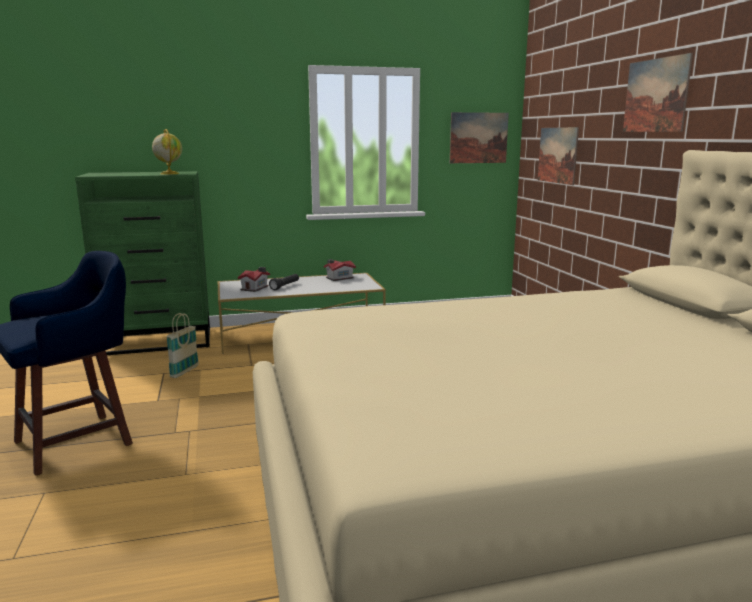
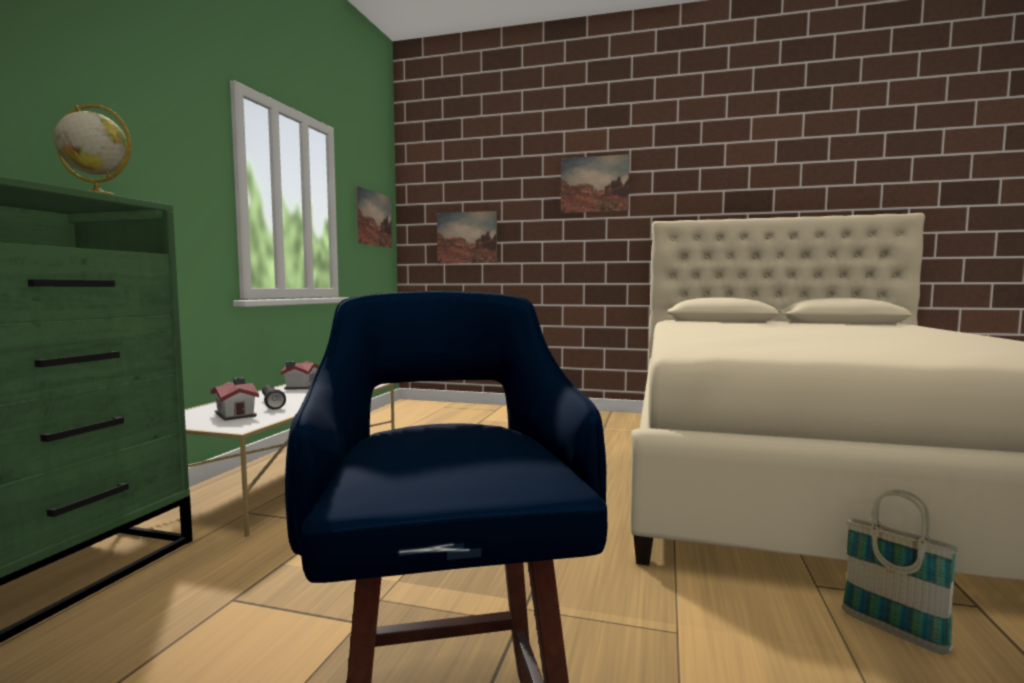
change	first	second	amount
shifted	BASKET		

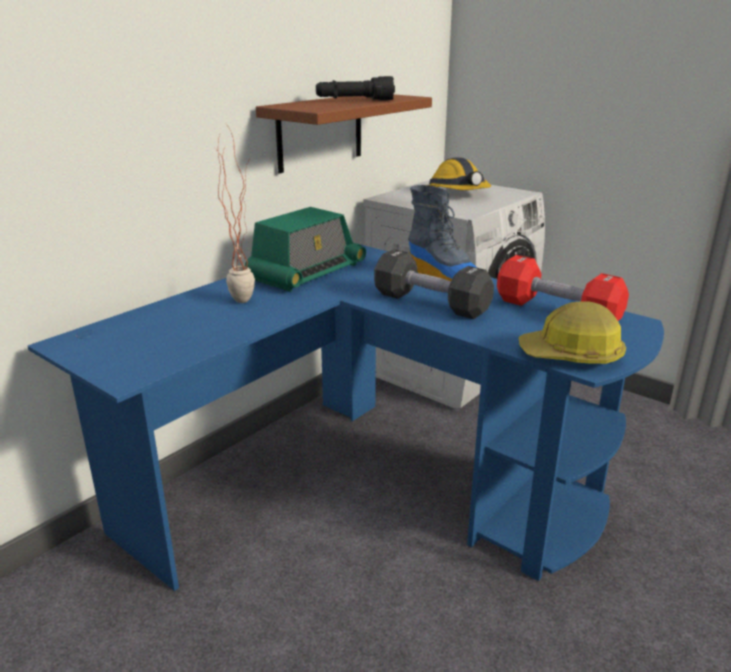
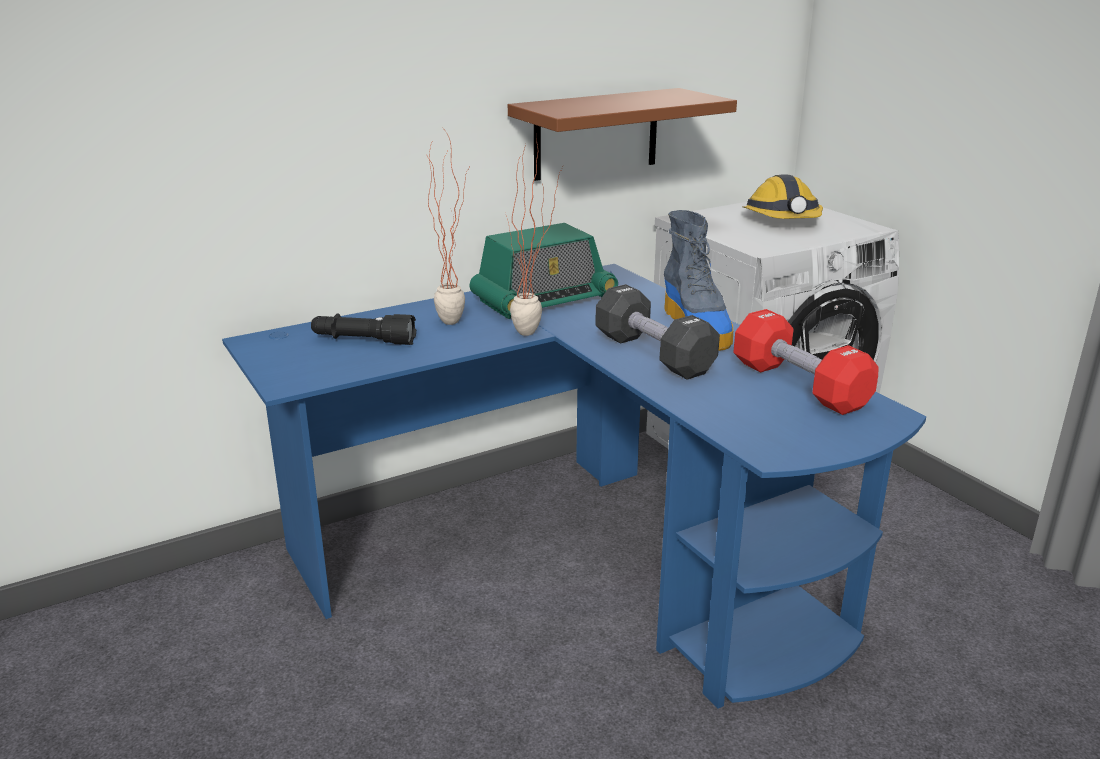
change	first	second	amount
gone	WORK HELMET (no. 2 from left)		
new		HOUSEPLANT (no. 2 from left)	
shifted	BLACK-COLOURED TORCH		

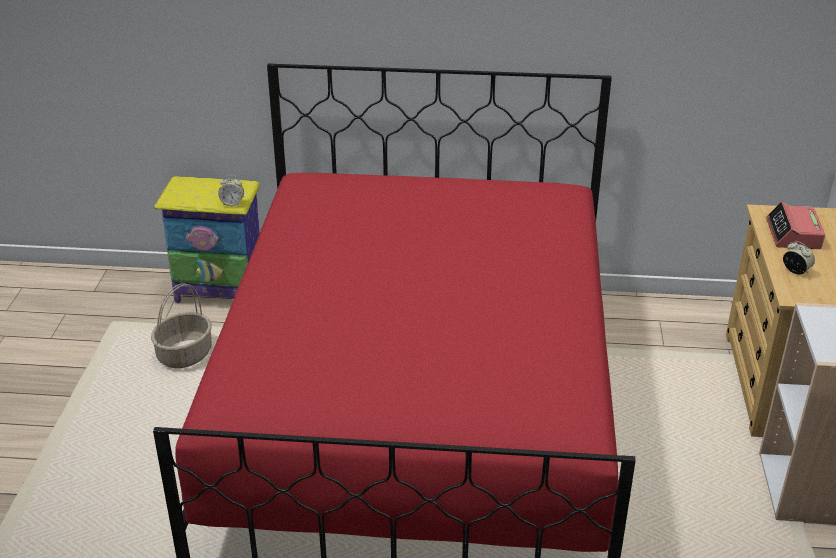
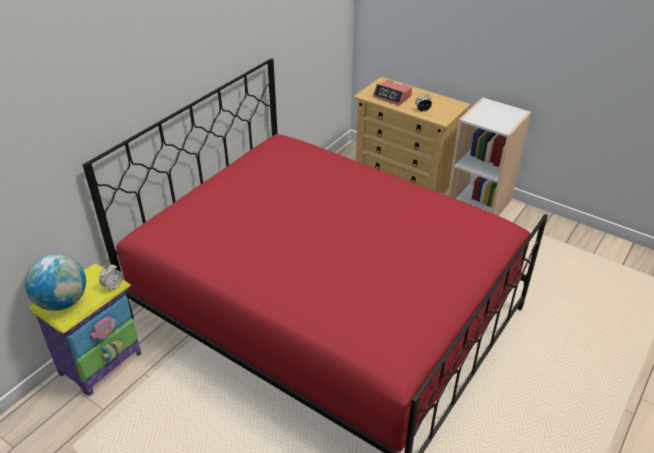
change	first	second	amount
gone	BASKET		
new		GLOBE	

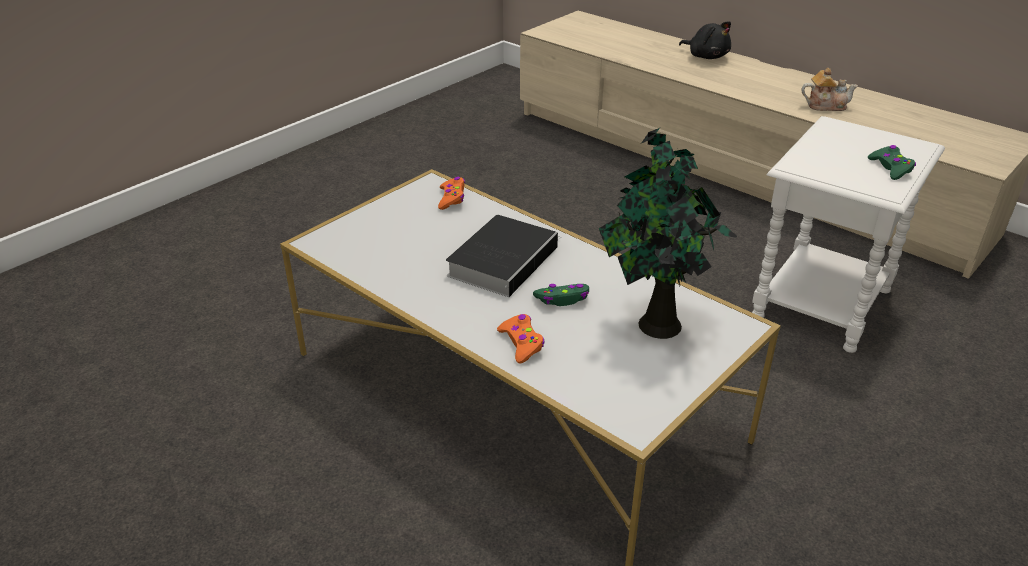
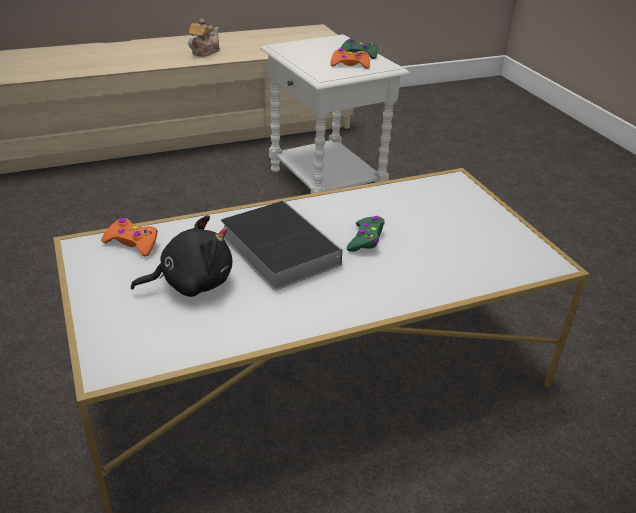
change	first	second	amount
gone	HOUSEPLANT		
shifted	ORANGEY GAMEPAD (no. 2 from left)		
shifted	BLACK-COLOURED PLUSH TOY		

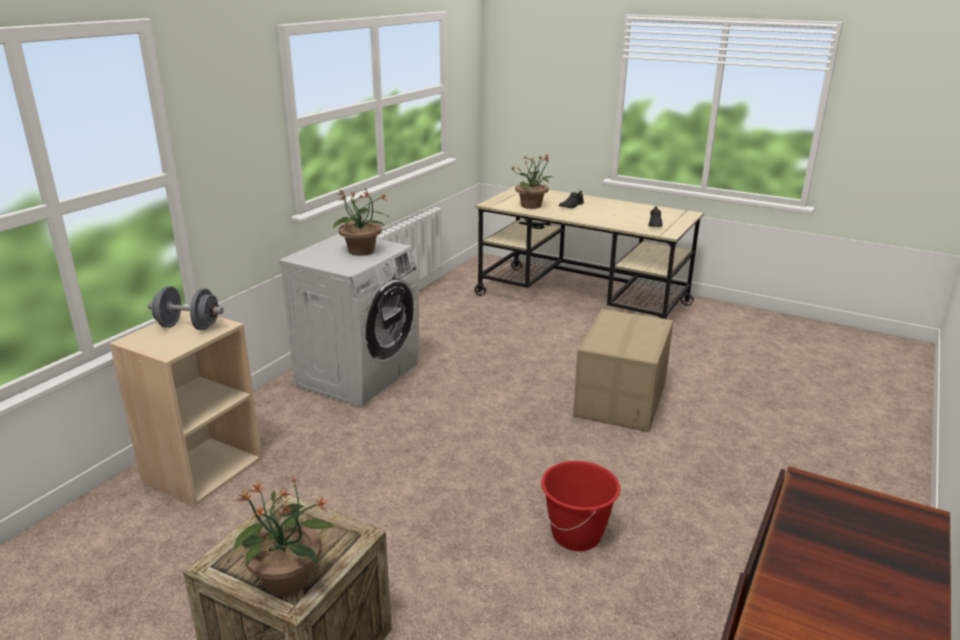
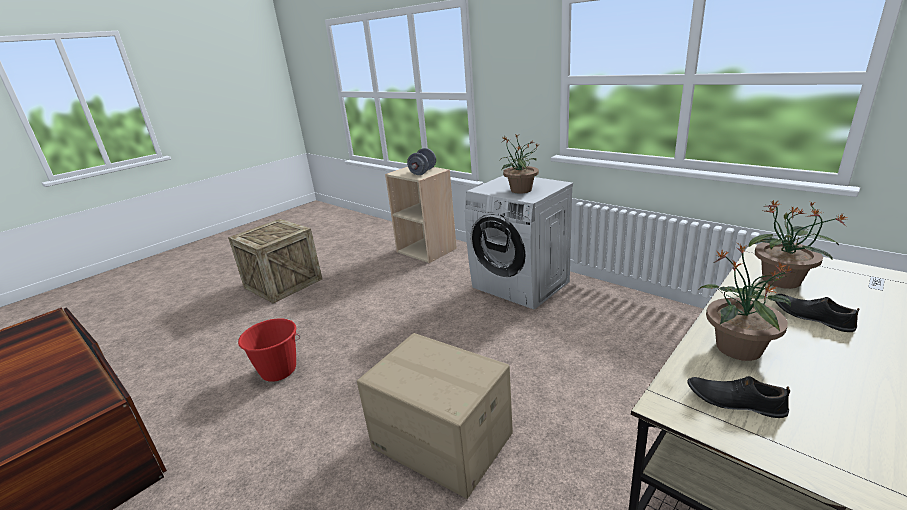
change	first	second	amount
shifted	HOUSEPLANT (no. 1 from left in the first image)	HOUSEPLANT (no. 2 from left)	

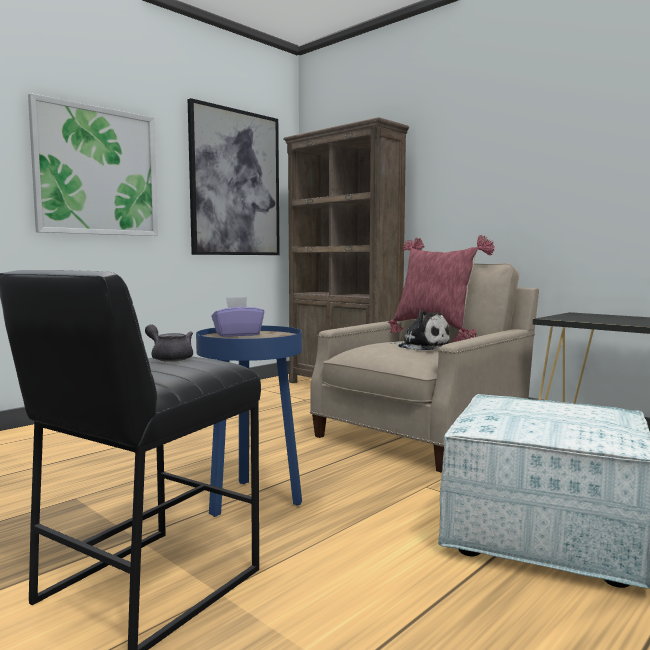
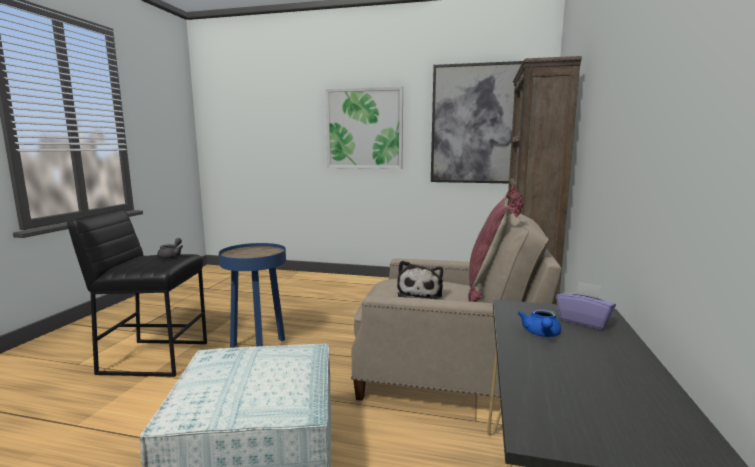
change	first	second	amount
new		BLUE TEA POT	
shifted	PURPLE TISSUE HOLDER		

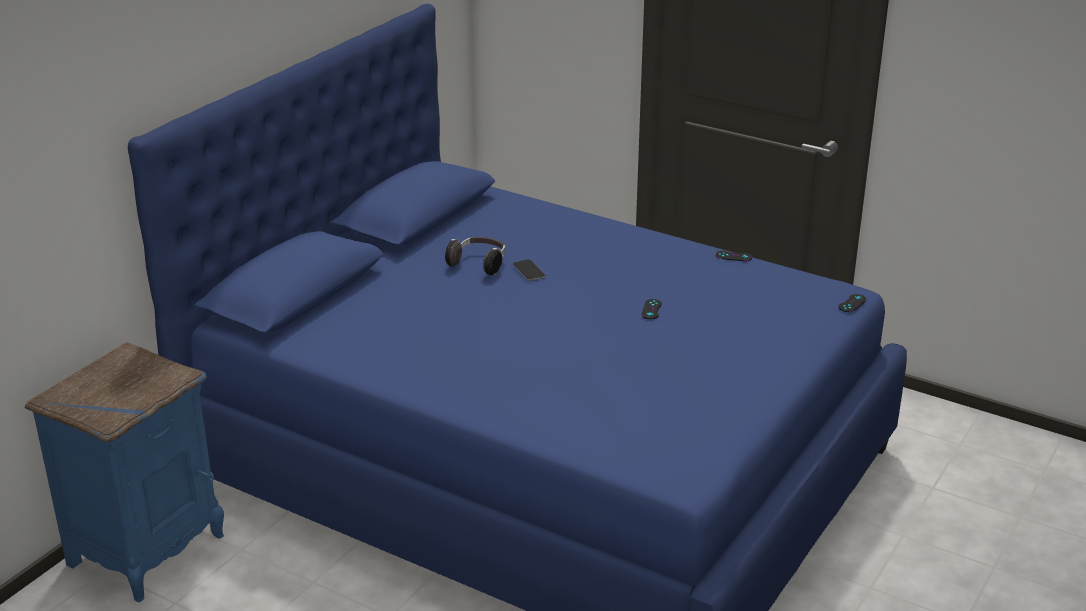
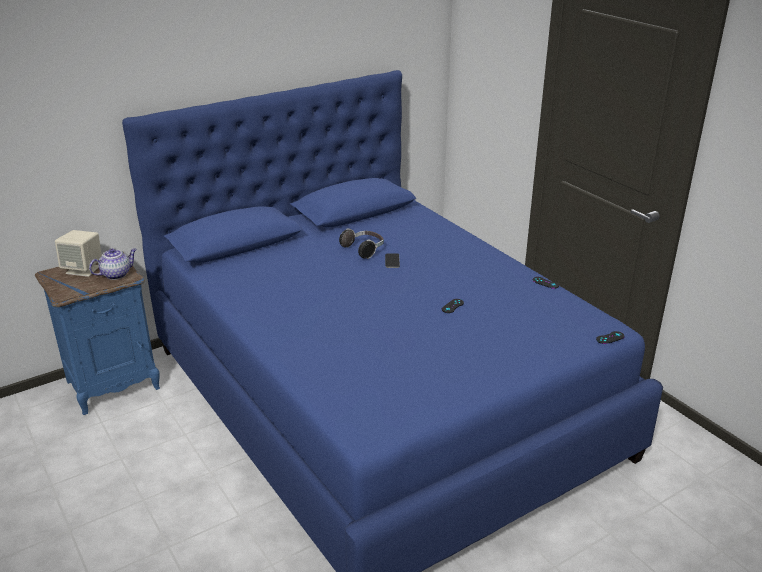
change	first	second	amount
new		BEIGE SPEAKER	
new		TEA POT	

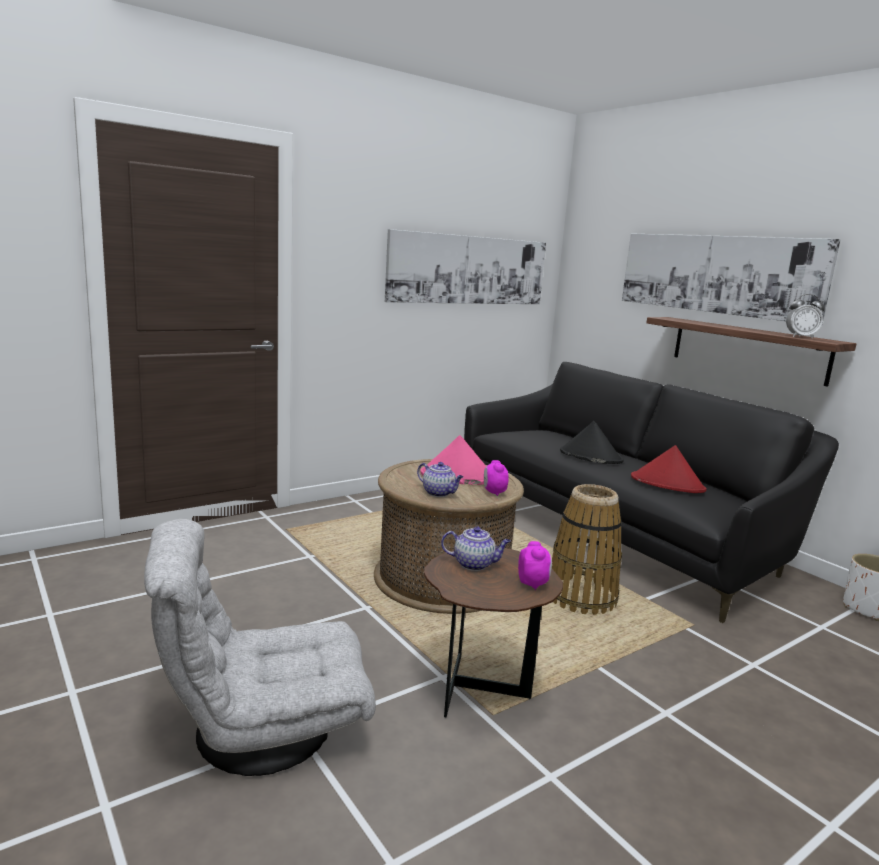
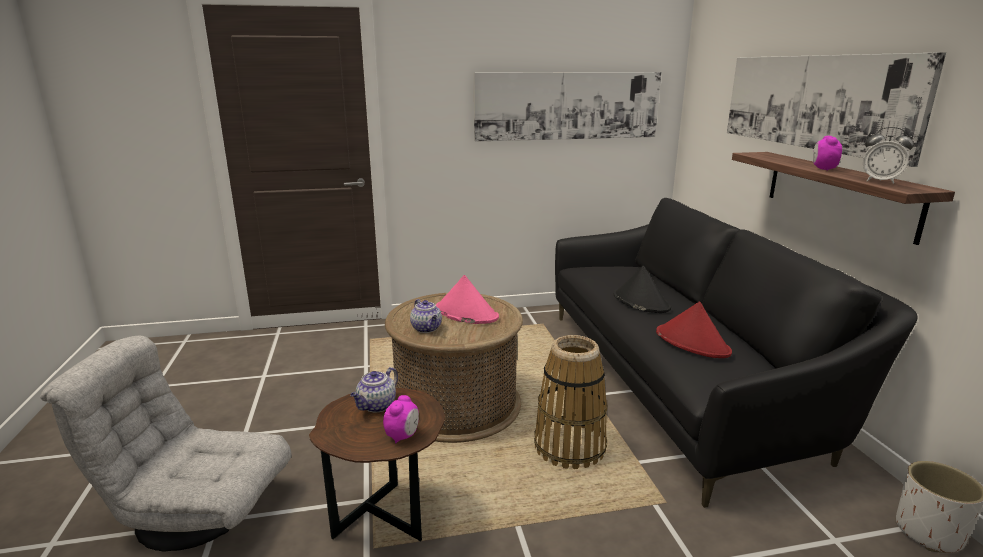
change	first	second	amount
shifted	ALARM CLOCK (no. 1 from left in the first image)	ALARM CLOCK (no. 2 from left)	
rotated	TEA POT (no. 2 from left in the first image)	TEA POT (no. 1 from left)	90 degrees clockwise

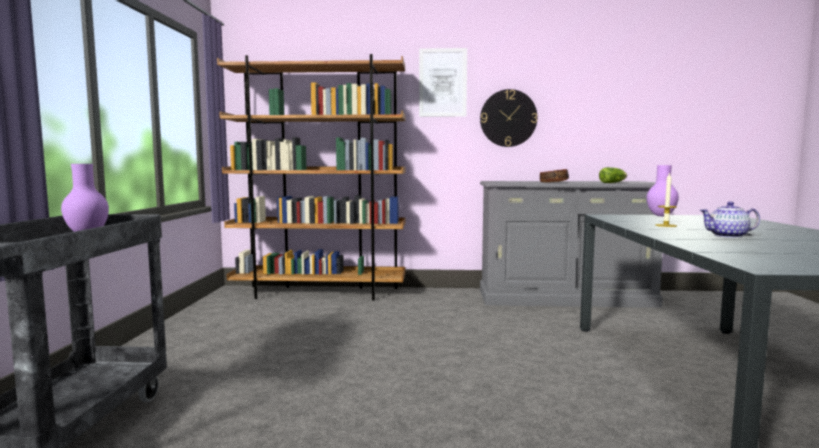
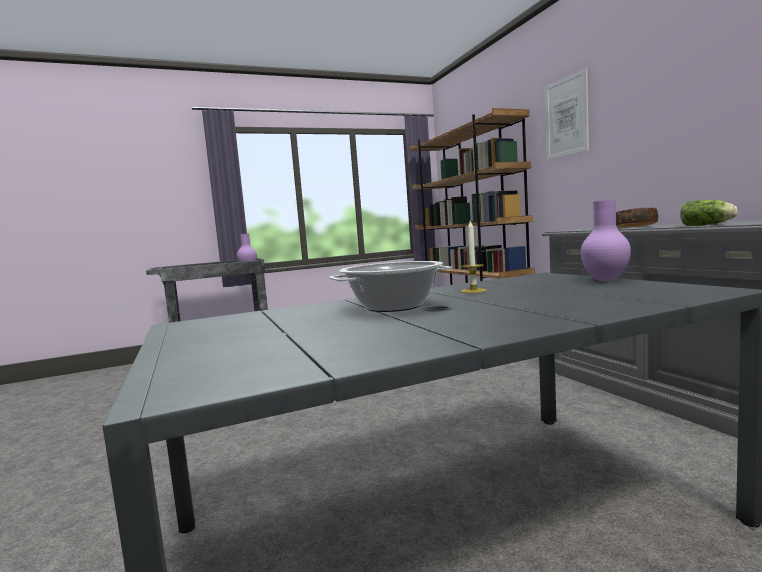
change	first	second	amount
gone	HANGING CLOCK		
swapped	TEA POT	STOCKPOT	

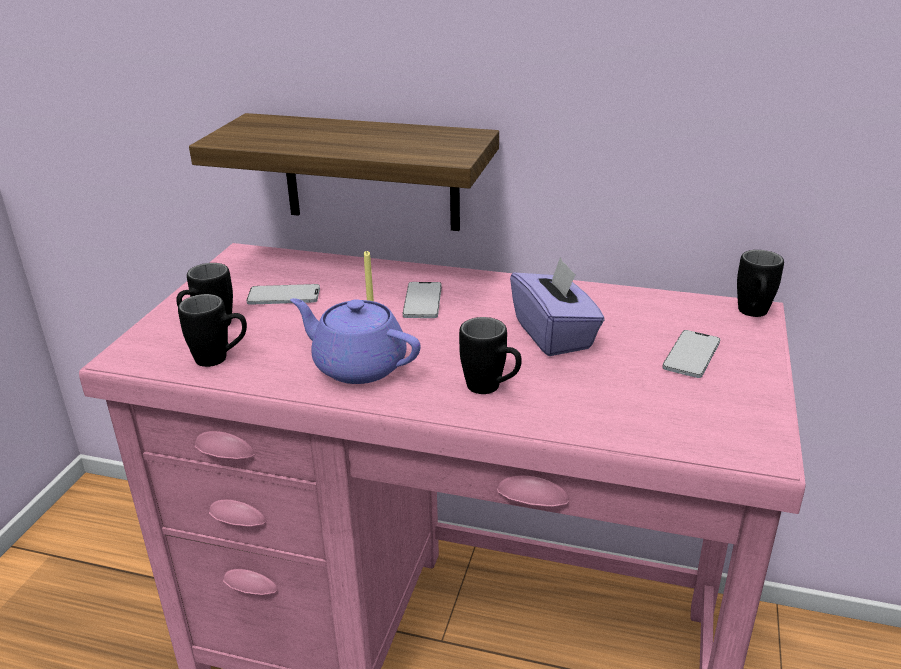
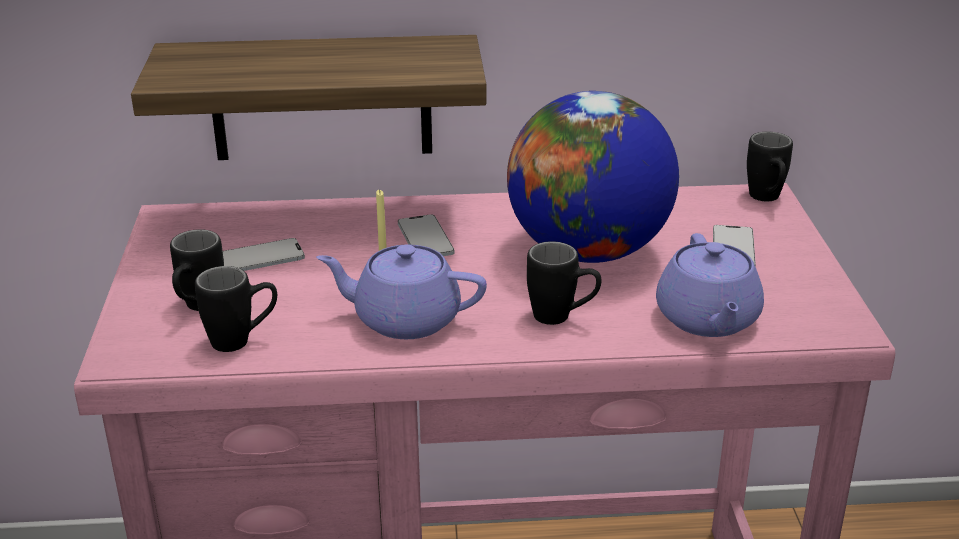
change	first	second	amount
new		PURPLE TEA POT (no. 2 from left)	
swapped	PURPLE TISSUE HOLDER	GLOBE	

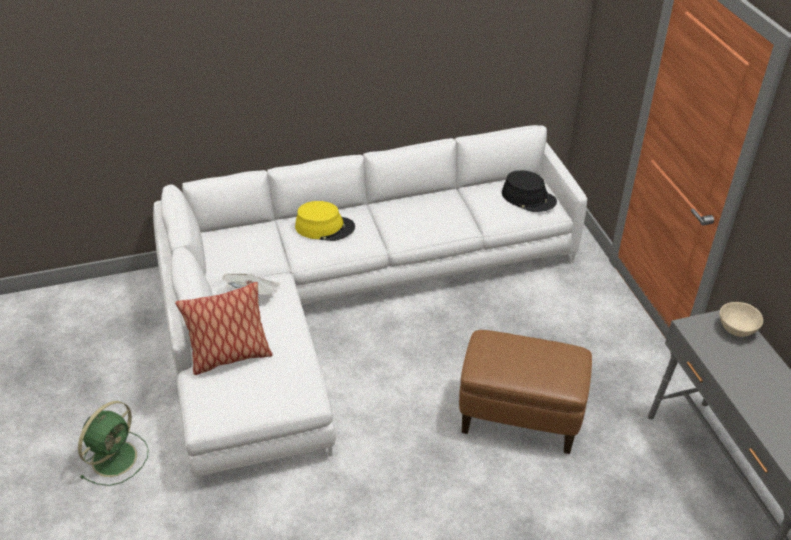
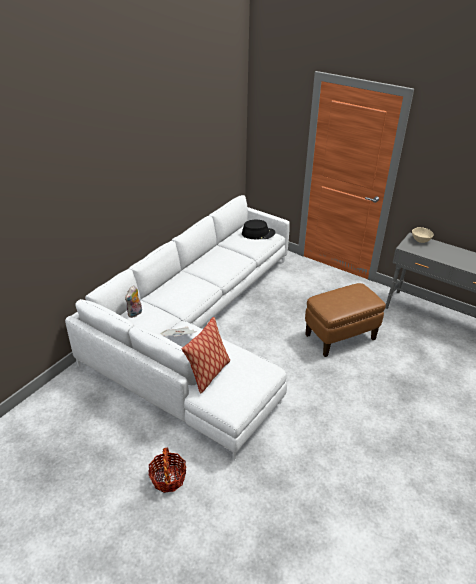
change	first	second	amount
gone	YELLOW-COLOURED HAT		
new		PLUSH TOY	
swapped	GREEN-COLOURED COOLING FAN	BASKET	

